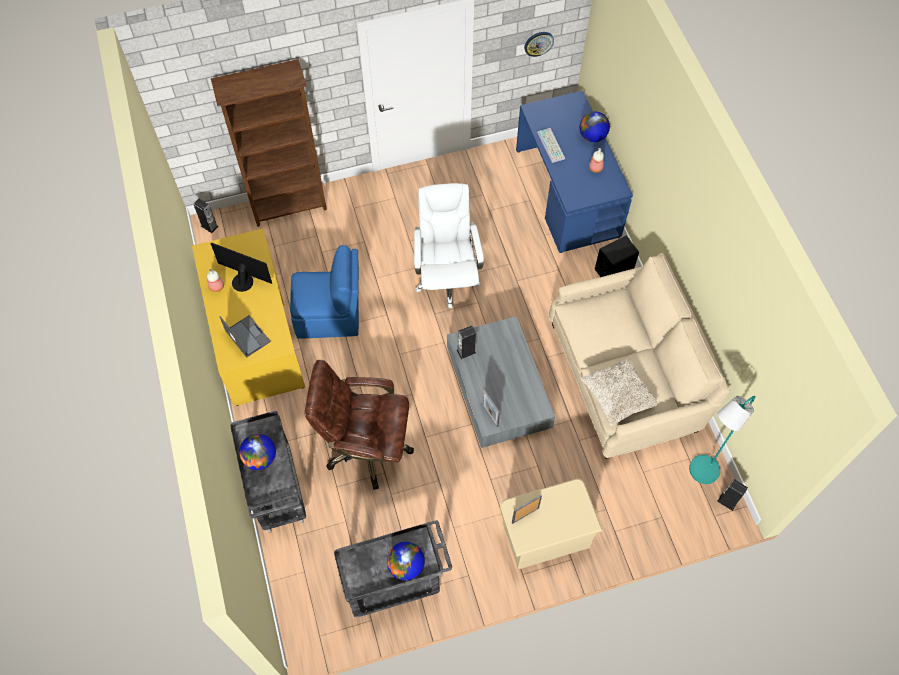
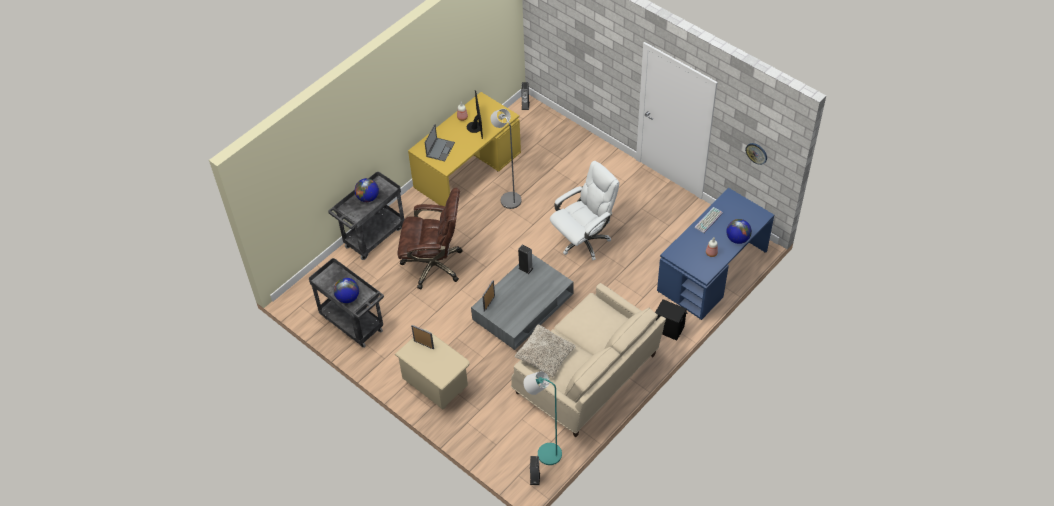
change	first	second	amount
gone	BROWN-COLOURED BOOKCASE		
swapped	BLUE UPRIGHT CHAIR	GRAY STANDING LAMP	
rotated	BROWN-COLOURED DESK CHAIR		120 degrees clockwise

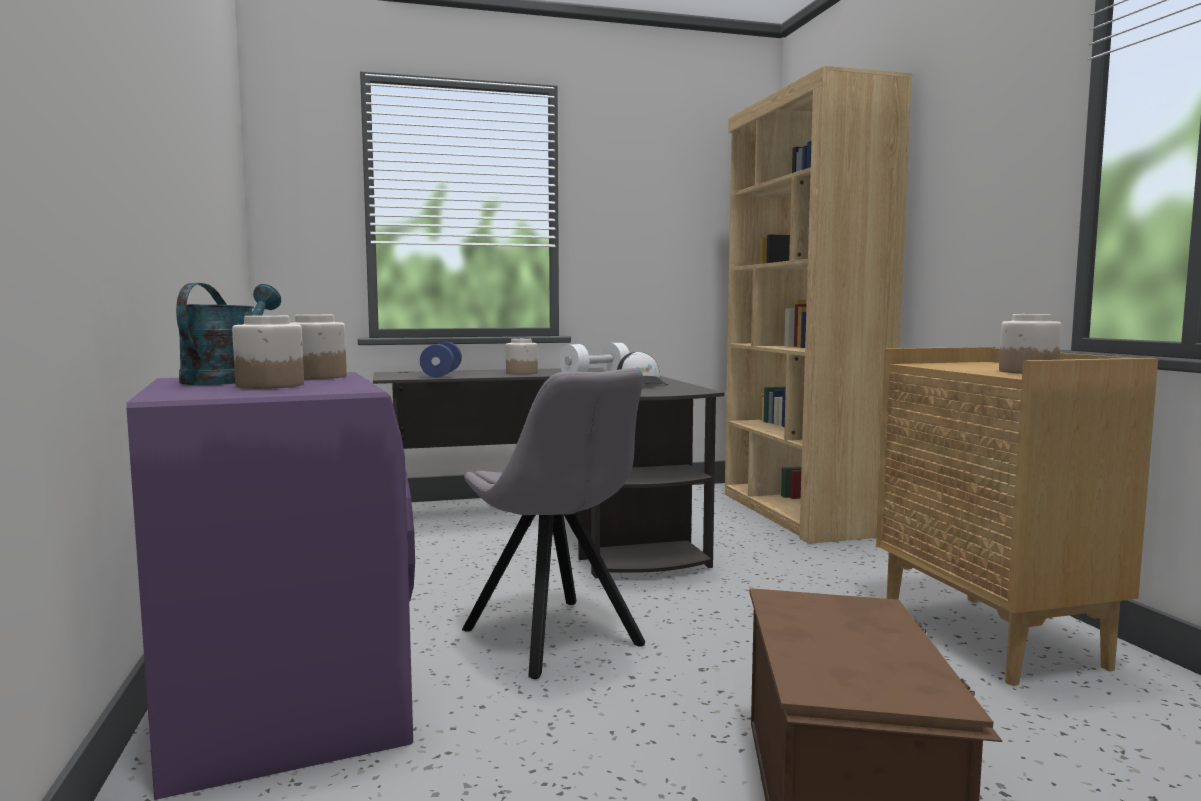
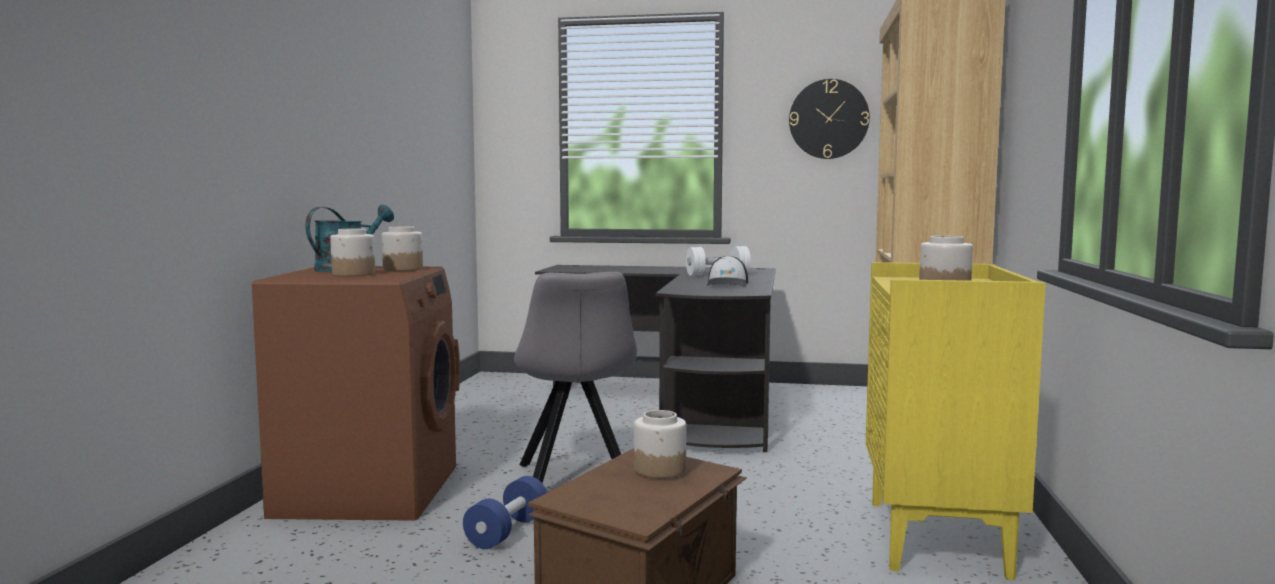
change	first	second	amount
new		HANGING CLOCK	
shifted	BLUE FREE WEIGHT		
shifted	JAR (no. 3 from left)		
repainted	PURPLE LAUNDRY MACHINE	BROWN-COLOURED LAUNDRY MACHINE	
repainted	BROWN-COLOURED STORAGE CABINET	YELLOW-COLOURED STORAGE CABINET	

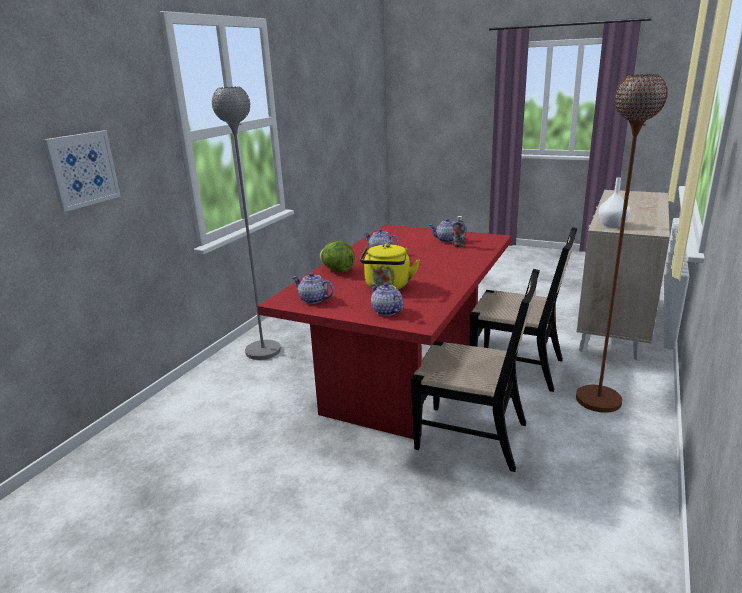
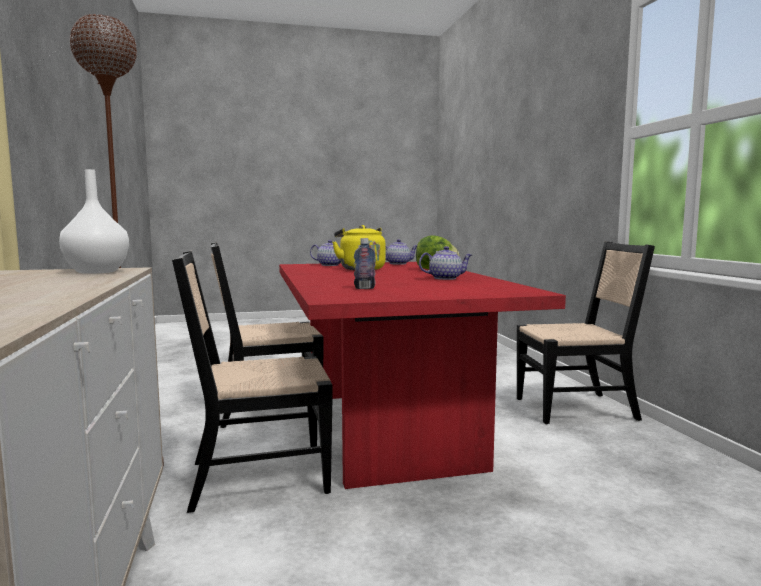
change	first	second	amount
gone	PICTURE		
gone	TEA POT (no. 4 from left)		
swapped	GRAY STANDING LAMP	UPRIGHT CHAIR (no. 3 from left)	

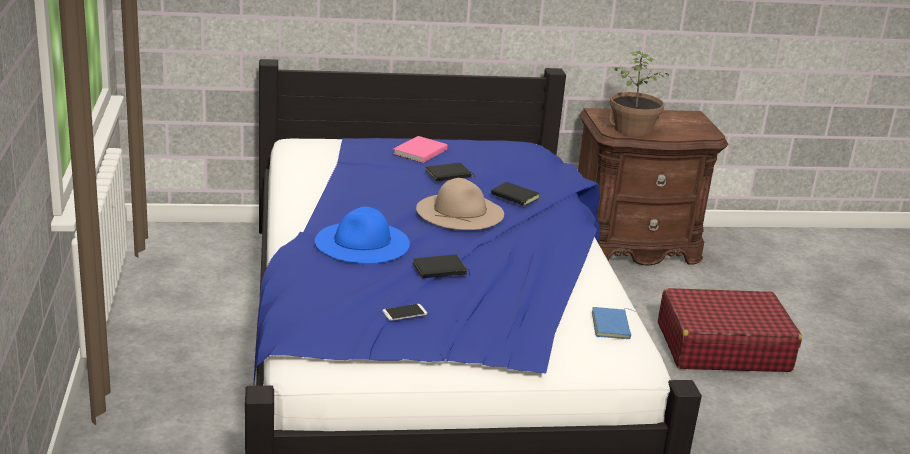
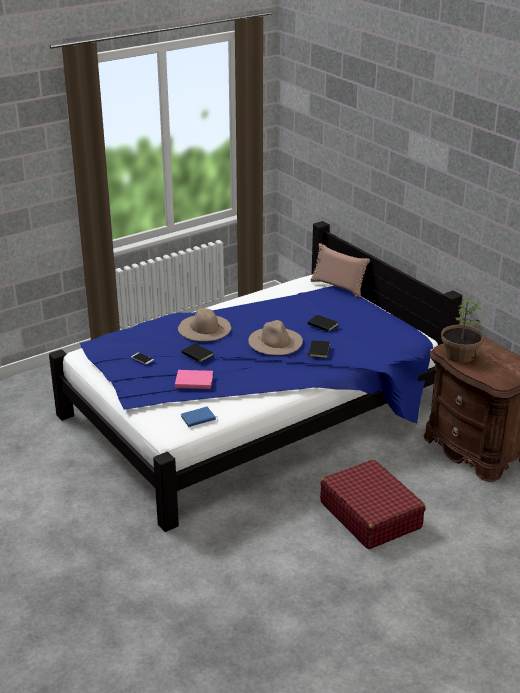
change	first	second	amount
new		BEIGE CUSHION	
shifted	PINK BOUND BOOK		
repainted	BLUE HAT	BEIGE HAT (no. 1 from left)	

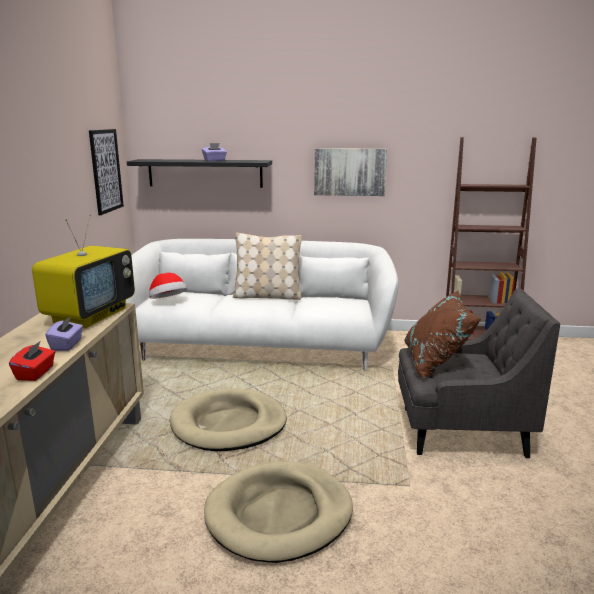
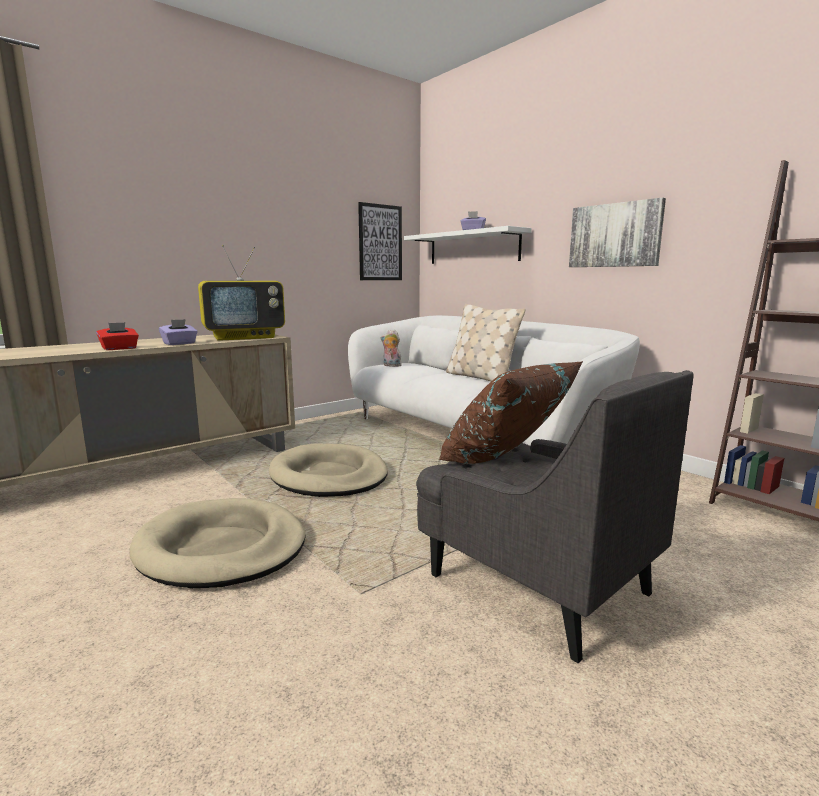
change	first	second	amount
swapped	HAT	PLUSH TOY	
repainted	BLACK-COLOURED SHELF	WHITE-COLOURED SHELF	

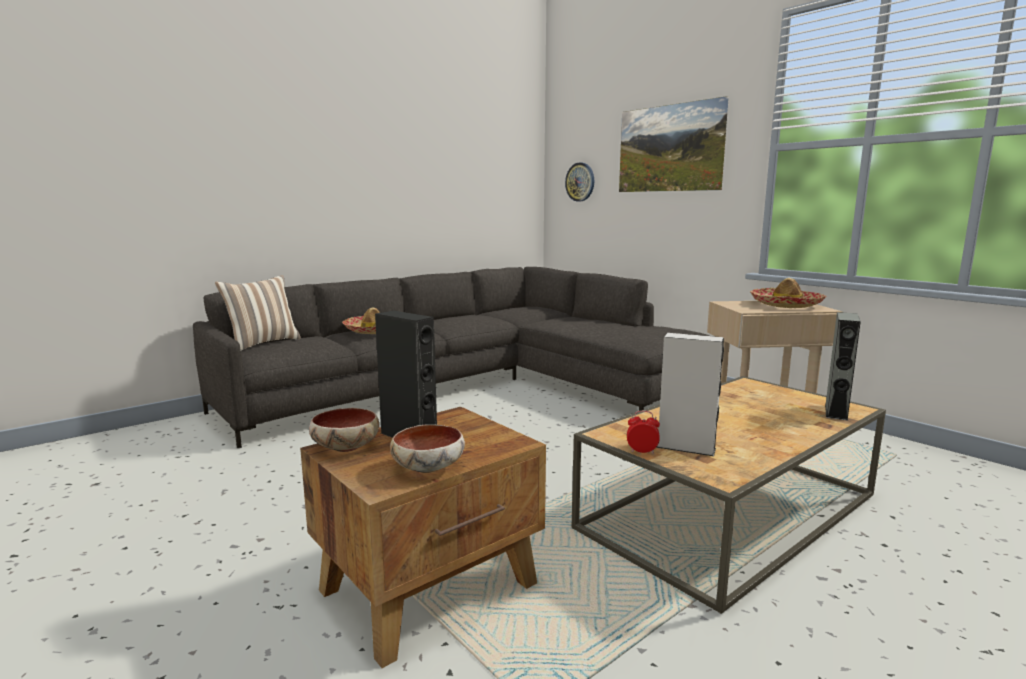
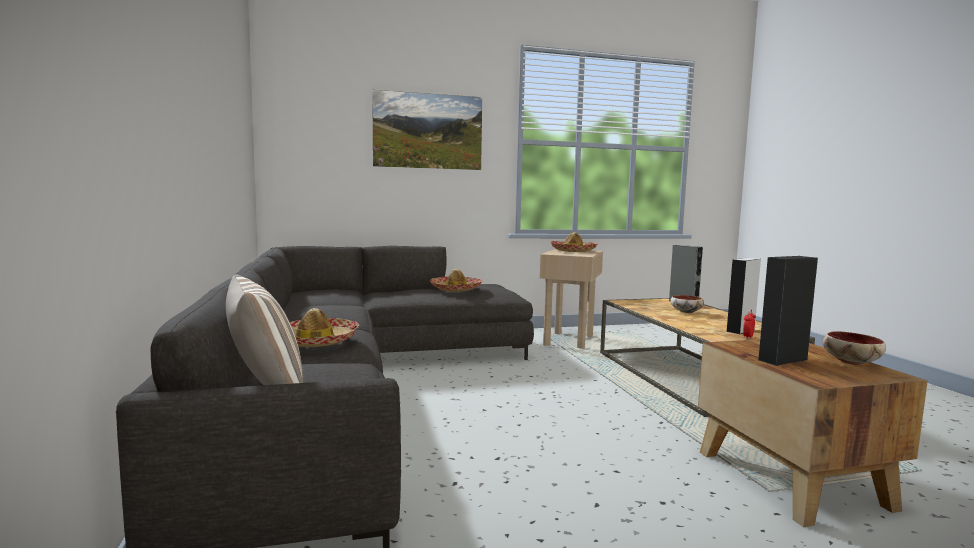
change	first	second	amount
gone	HANGING CLOCK		
new		HAT (no. 2 from left)	
shifted	SERVING BOWL (no. 1 from left)		

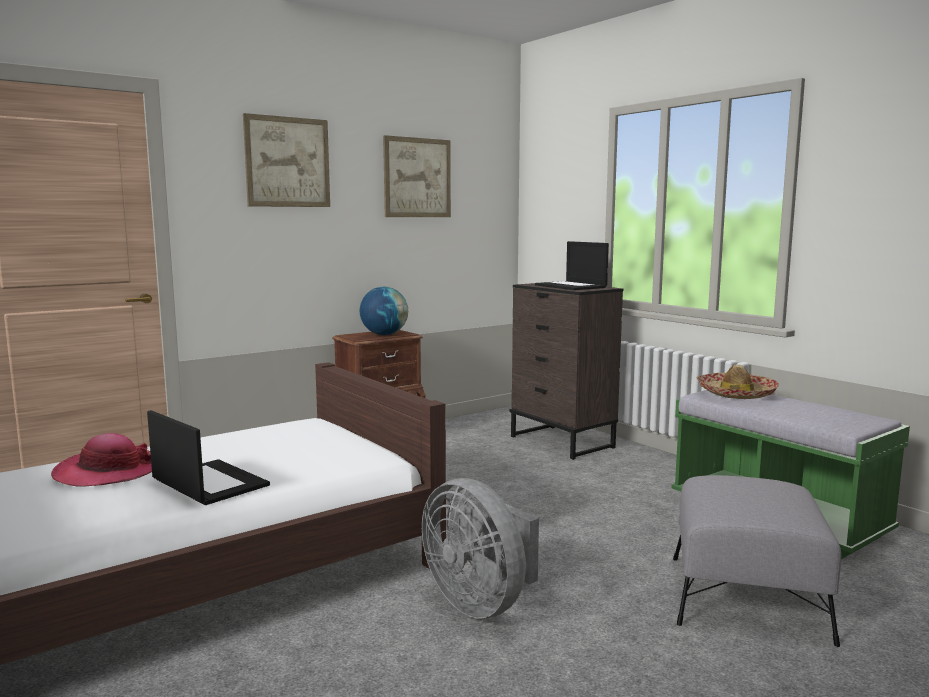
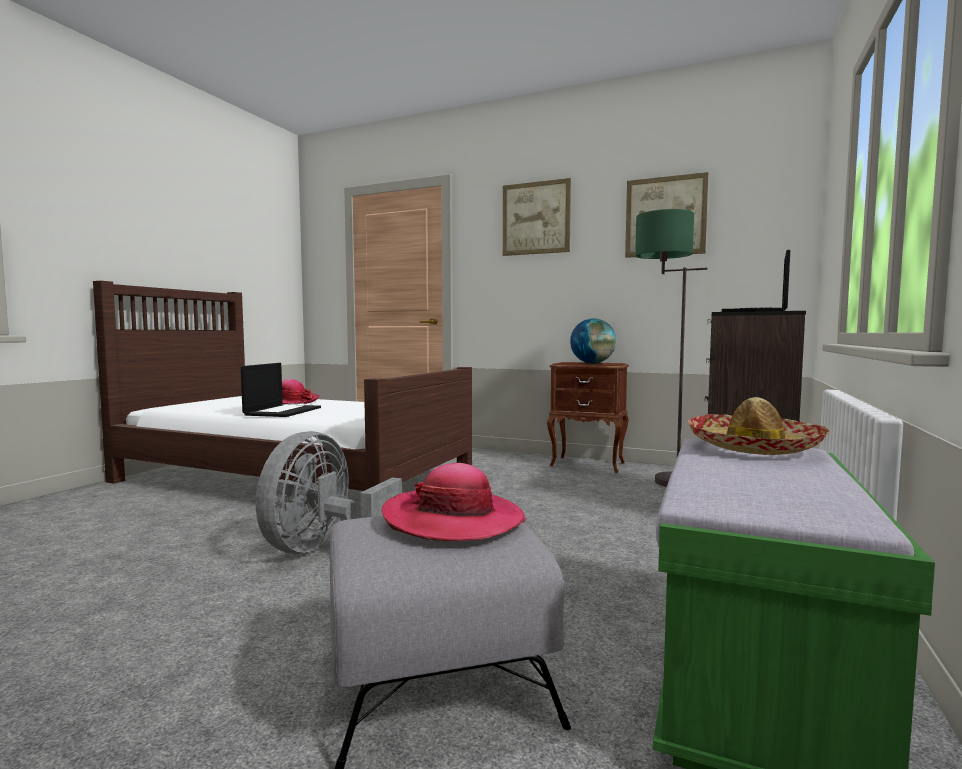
change	first	second	amount
new		HAT (no. 2 from left)	
new		GREEN-COLOURED STANDING LAMP	

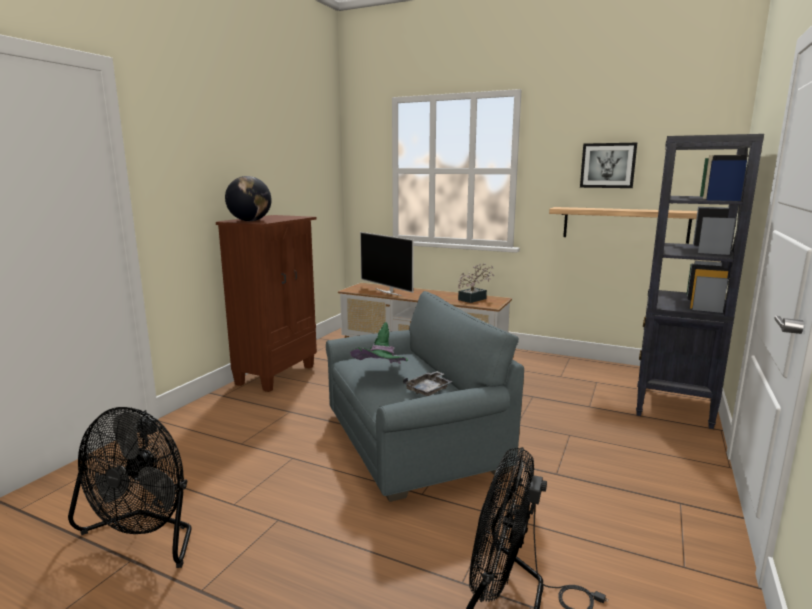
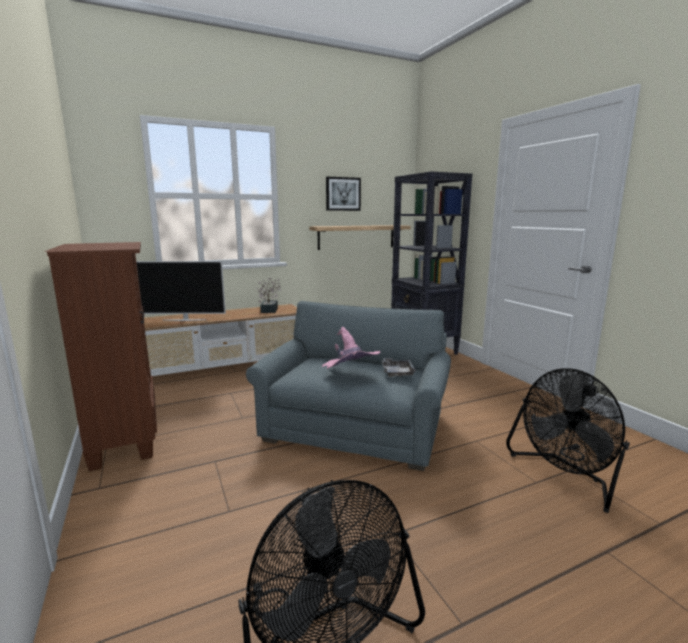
change	first	second	amount
gone	GLOBE		
repainted	GREEN-COLOURED HAT	PINK HAT	

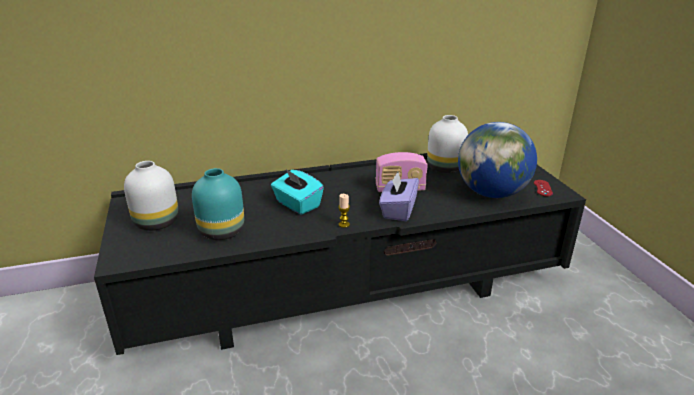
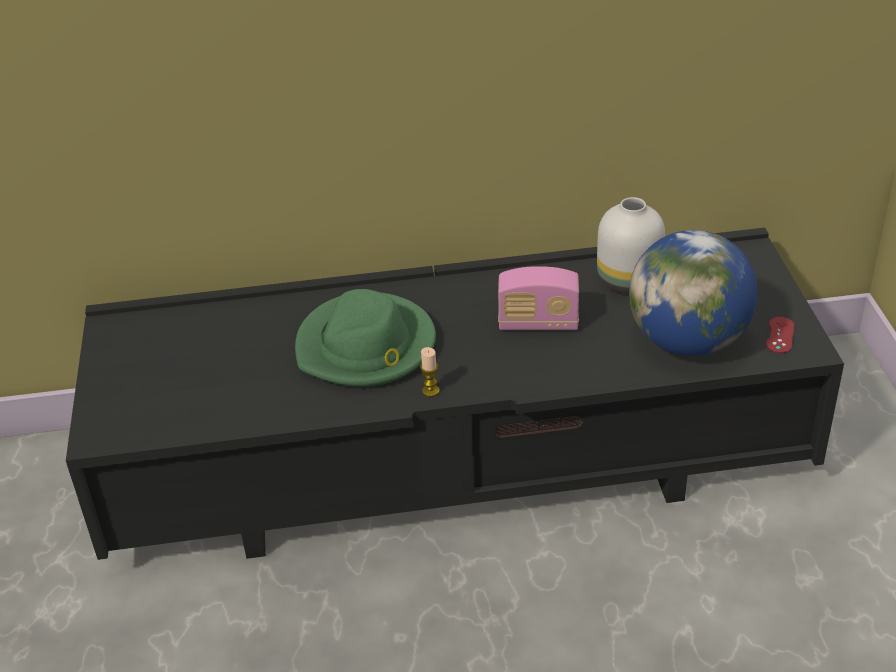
change	first	second	amount
gone	WHITE-COLOURED FLOWER VASE (no. 1 from left)		
gone	TURQUOISE-COLOURED FLOWER VASE		
gone	PURPLE TISSUE HOLDER		
swapped	TURQUOISE-COLOURED TISSUE HOLDER	GREEN-COLOURED HAT	

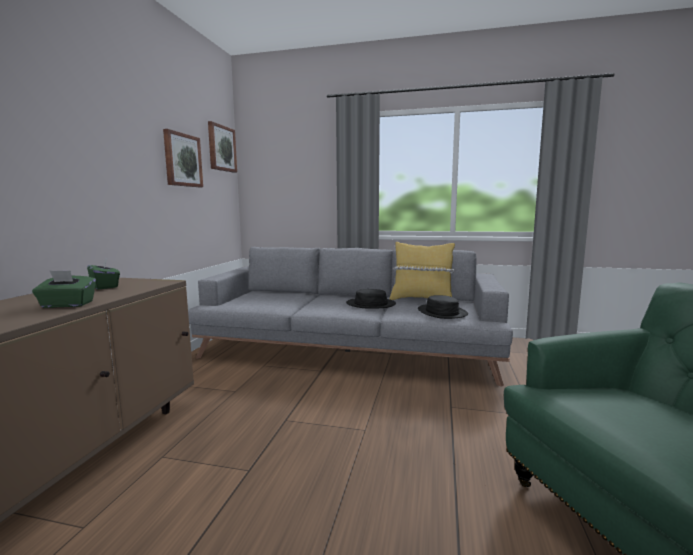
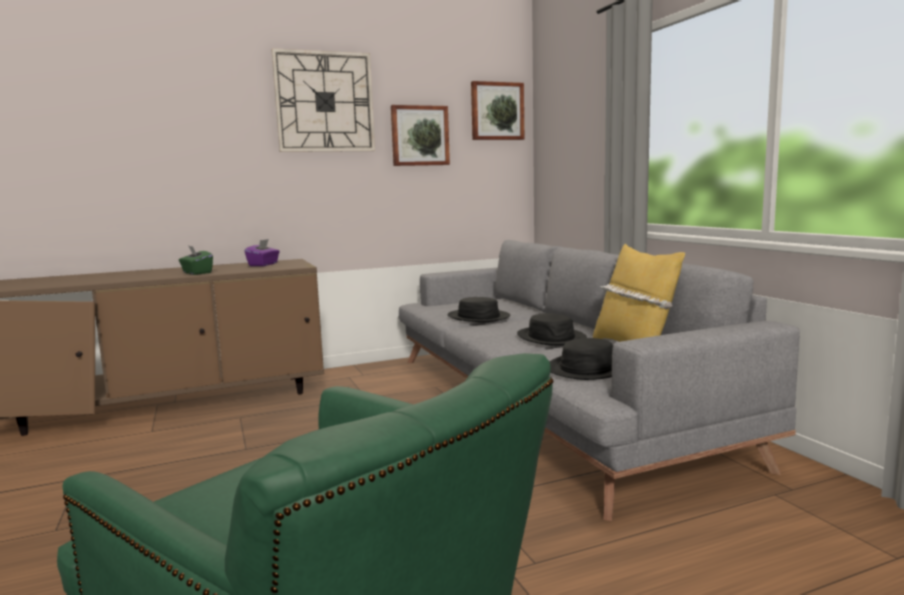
change	first	second	amount
new		HANGING CLOCK	
new		BLACK-COLOURED HAT (no. 1 from left)	
repainted	GREEN-COLOURED TISSUE HOLDER (no. 2 from left)	PURPLE TISSUE HOLDER	

